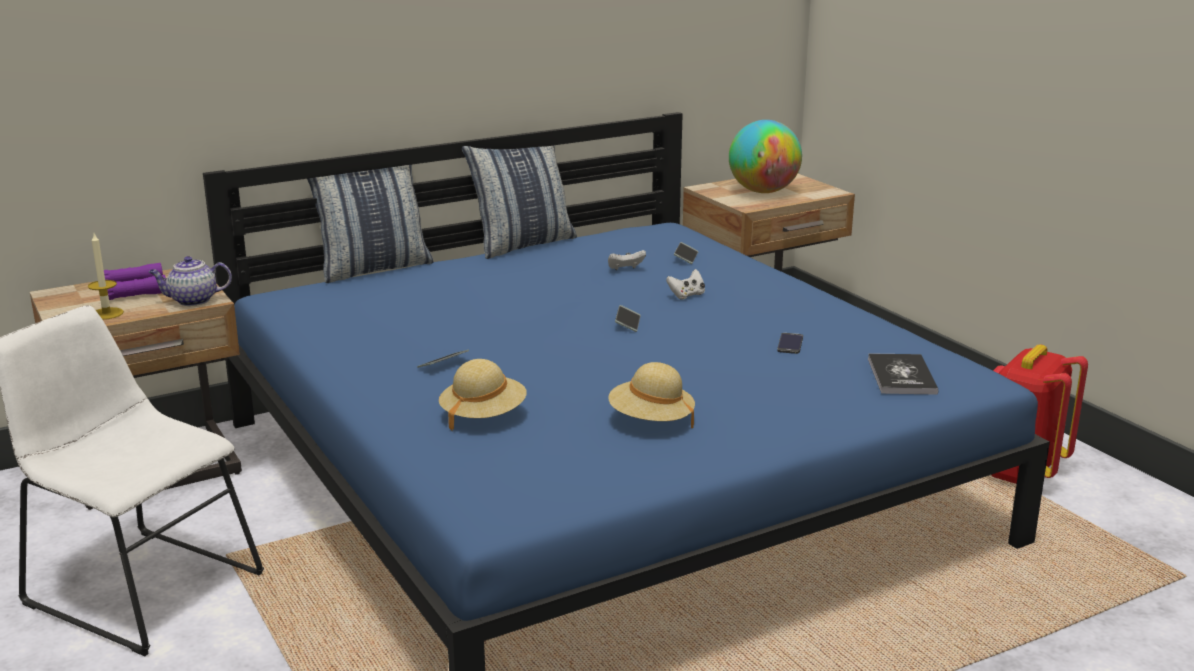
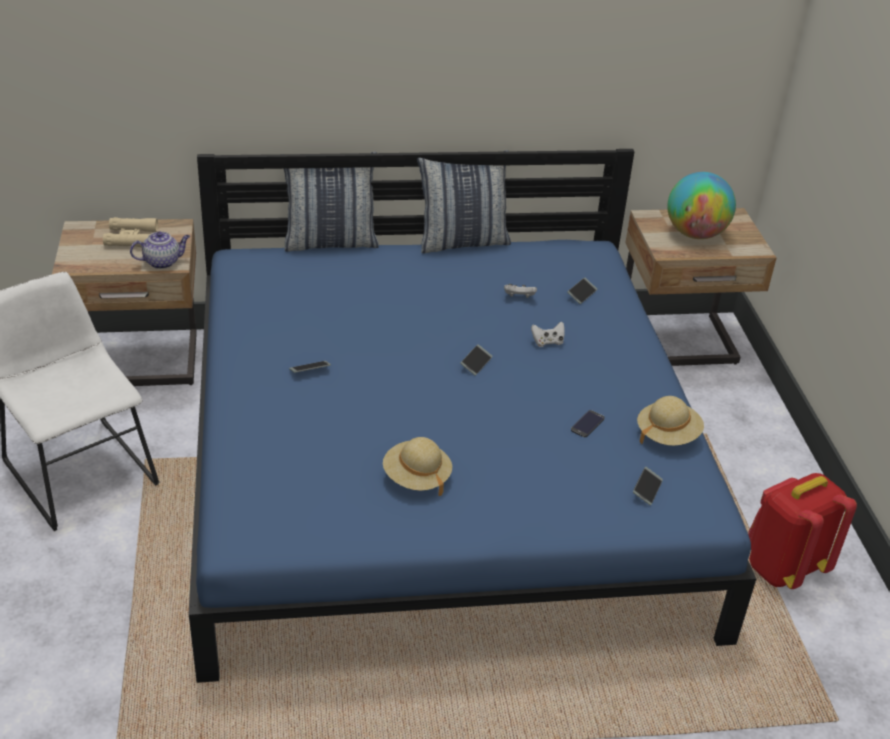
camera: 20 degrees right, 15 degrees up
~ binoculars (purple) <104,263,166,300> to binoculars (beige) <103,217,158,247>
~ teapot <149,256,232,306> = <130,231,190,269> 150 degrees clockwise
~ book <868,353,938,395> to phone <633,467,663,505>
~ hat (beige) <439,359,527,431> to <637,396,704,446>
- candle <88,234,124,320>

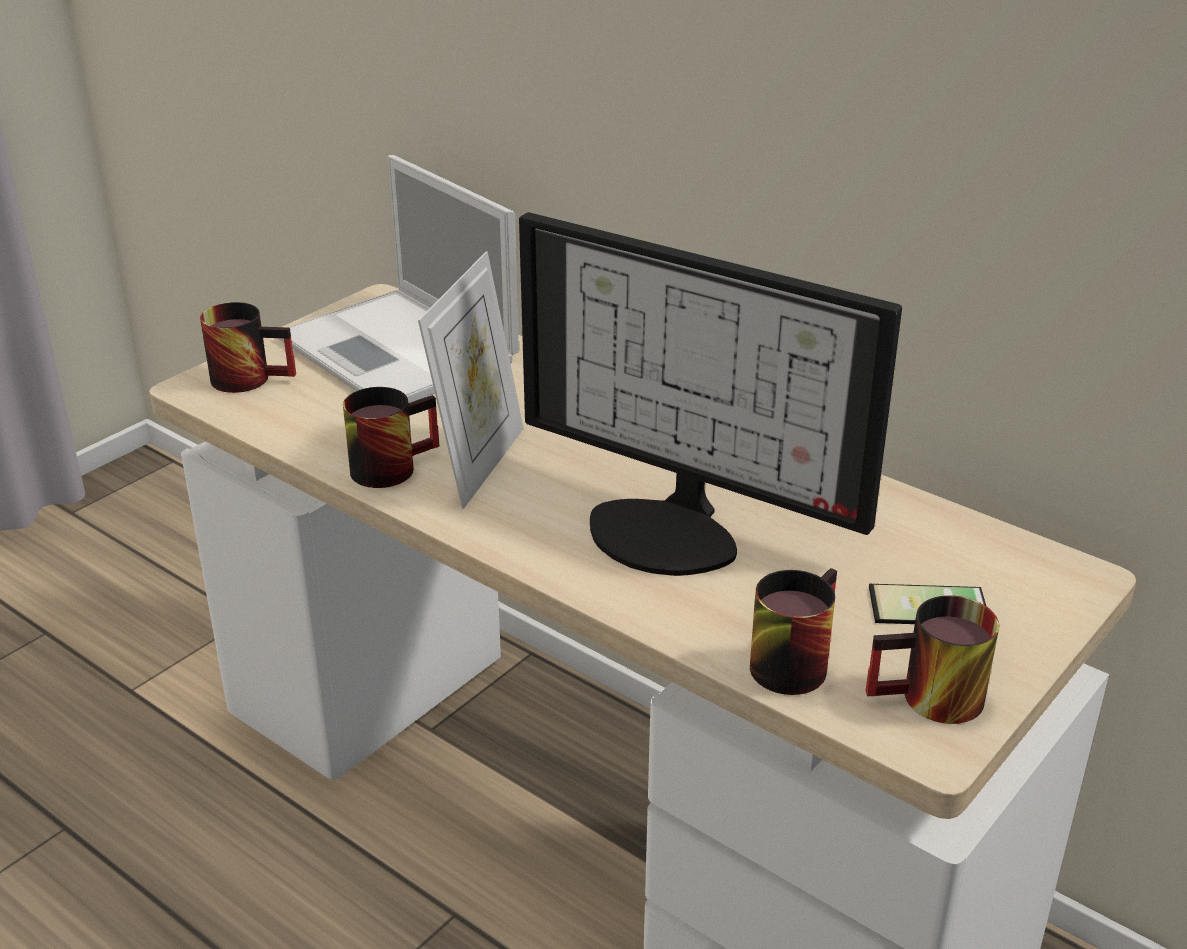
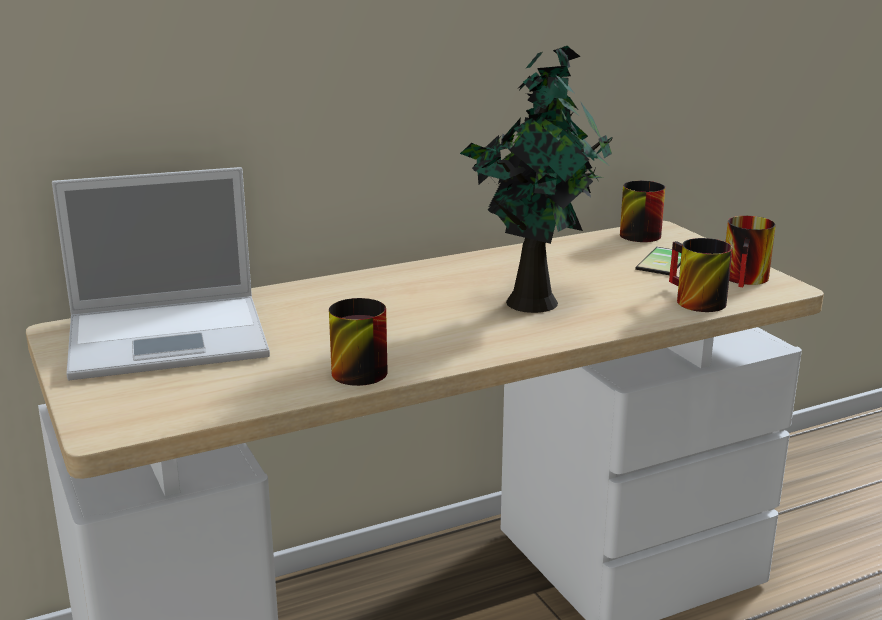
camera: 65 degrees left, 10 degrees down
~ monitor <519,212,902,576> to potted plant <460,46,613,313>
~ mug <200,302,296,393> to <620,181,665,242>
- picture frame <418,252,524,509>

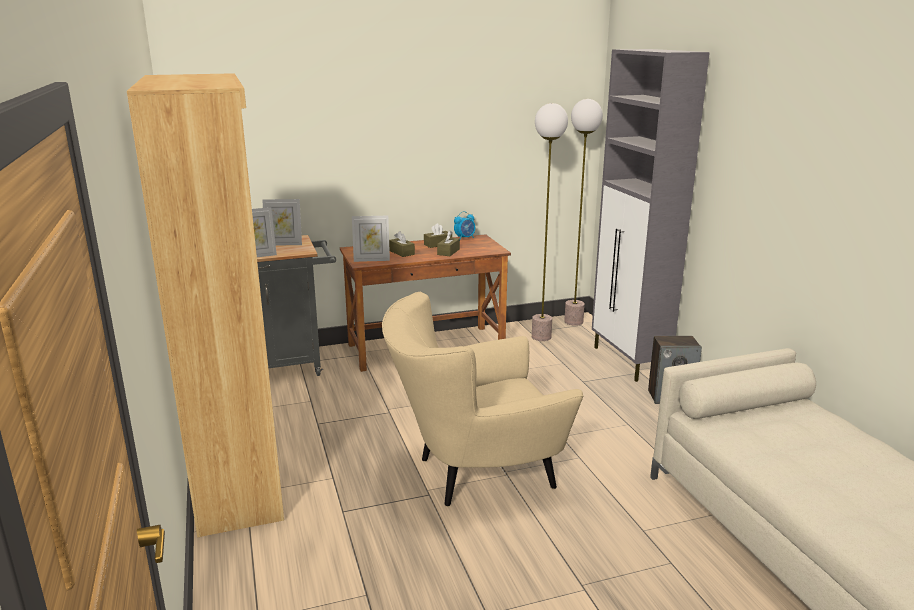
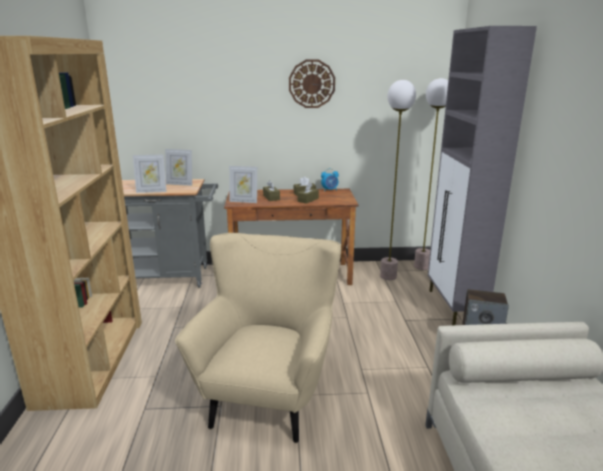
camera: 15 degrees right, 0 degrees up
~ armchair (beige) <382,292,584,507> = <175,233,341,443> 105 degrees clockwise
+ wall clock <289,59,335,108>

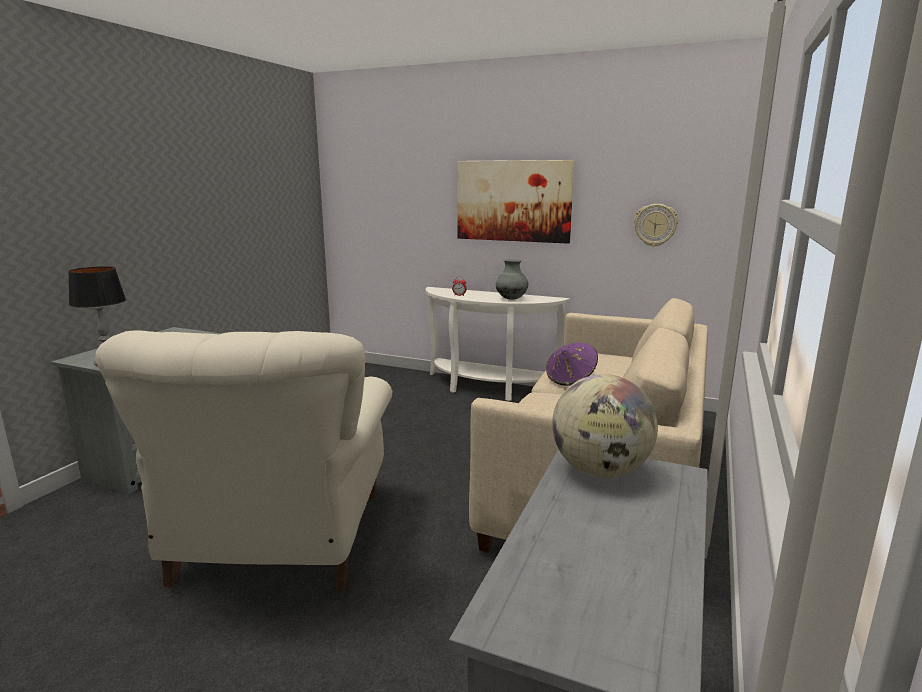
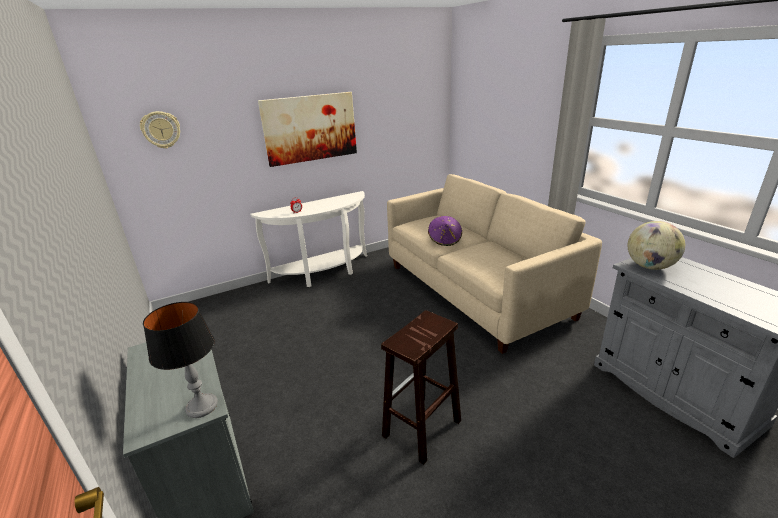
camera: 50 degrees left, 10 degrees up
~ wall clock <634,204,678,247> to <140,111,180,149>
~ armchair (beige) <95,330,392,591> to stool (brown) <381,310,461,465>
- vase (grey) <496,259,528,300>

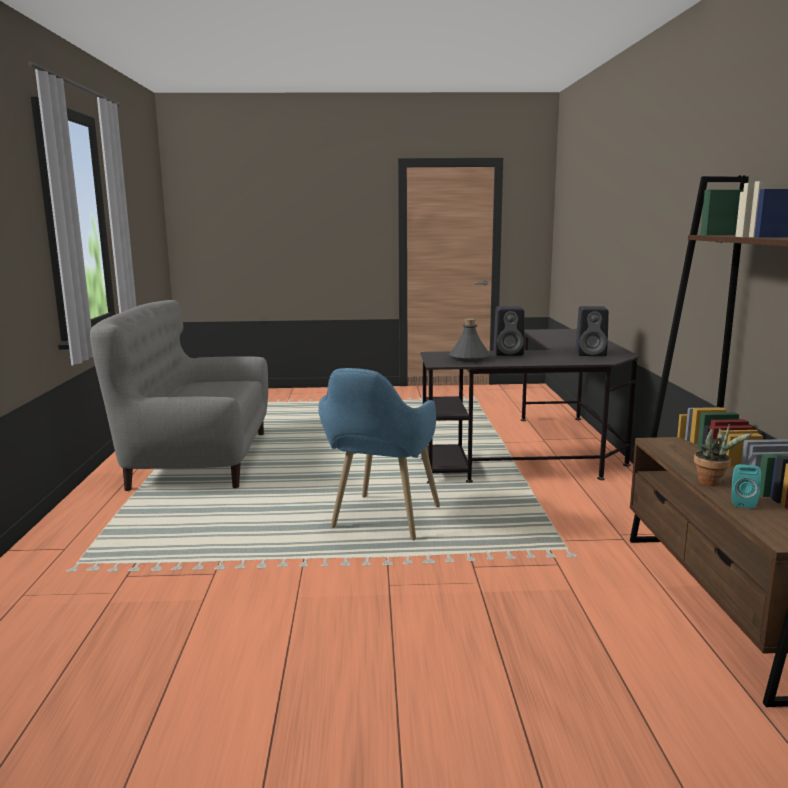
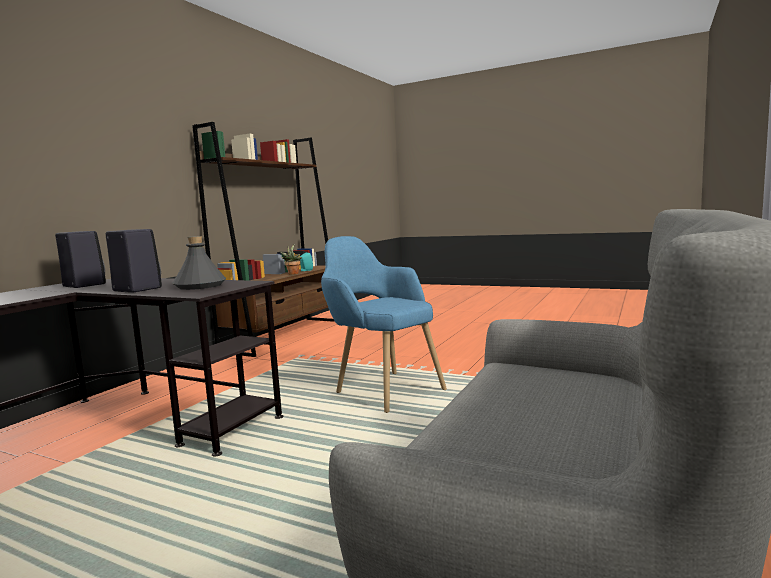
camera: 150 degrees left, 5 degrees down
~ armchair (blue) <318,368,440,540> = <321,236,447,413> 90 degrees counterclockwise

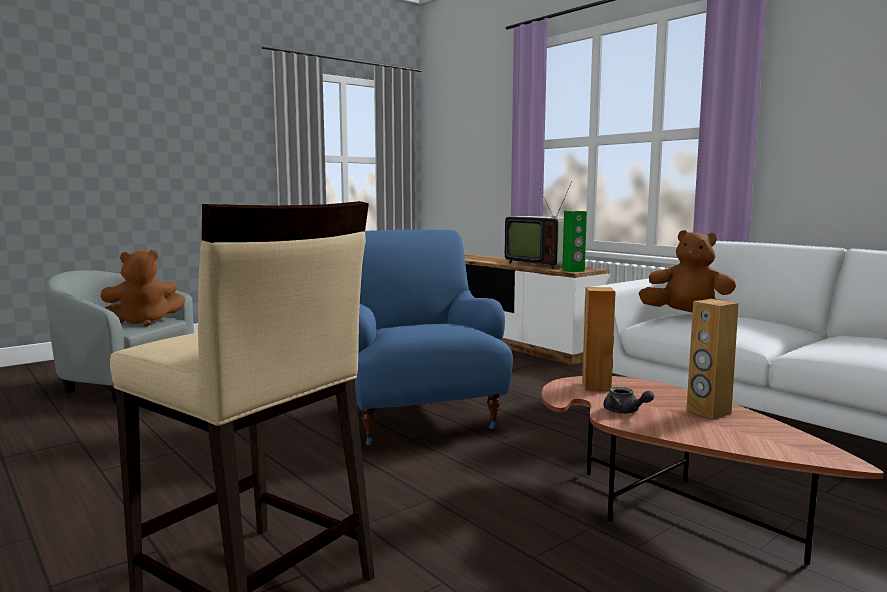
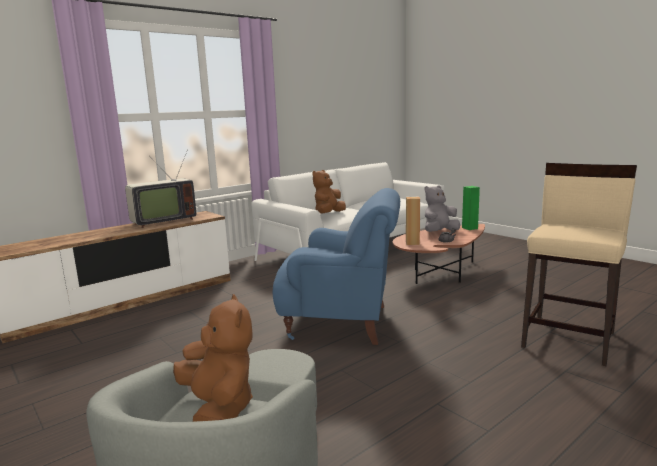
camera: 90 degrees left, 5 degrees up
~ armchair (blue) <355,230,513,445> = <273,188,400,345> 150 degrees counterclockwise
~ speaker (brown) <686,299,739,419> to plush toy (grey) <424,185,460,232>
~ speaker (green) <562,211,587,272> to <462,186,480,230>

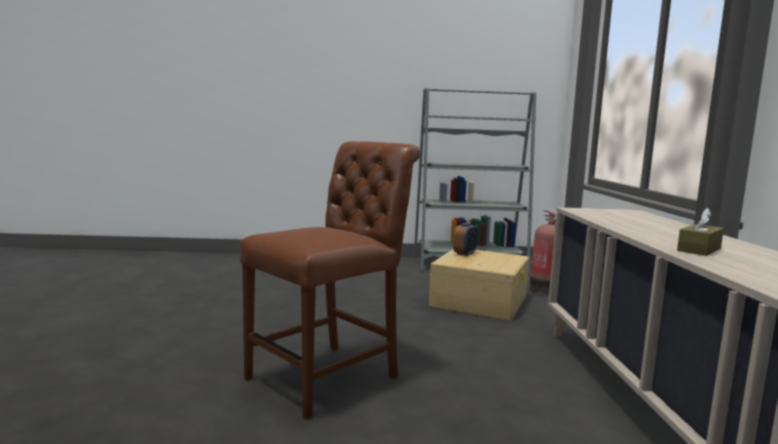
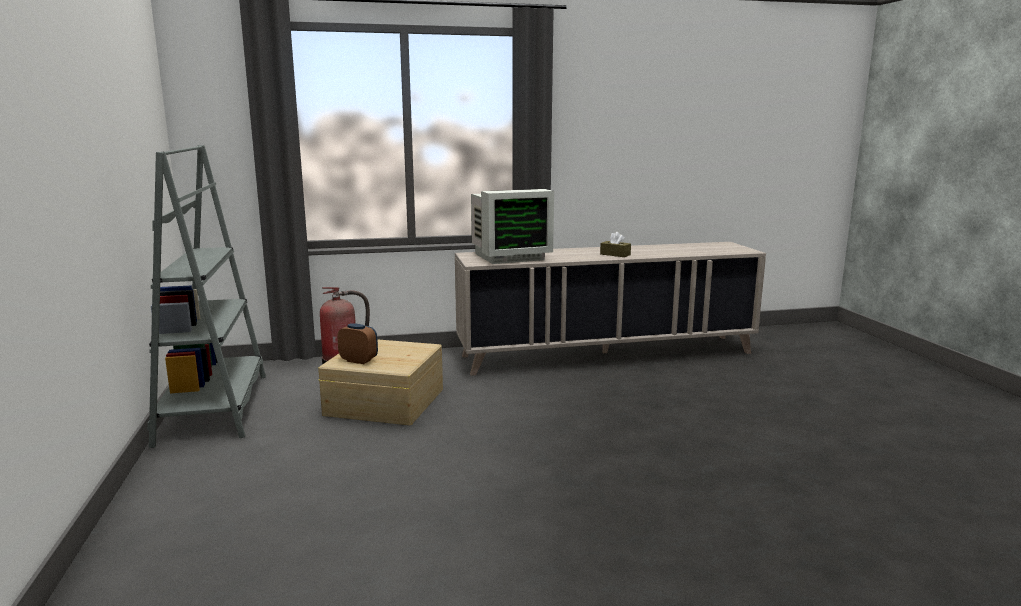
camera: 100 degrees left, 5 degrees up
+ monitor <471,189,554,264>
- chair (brown) <240,141,421,420>

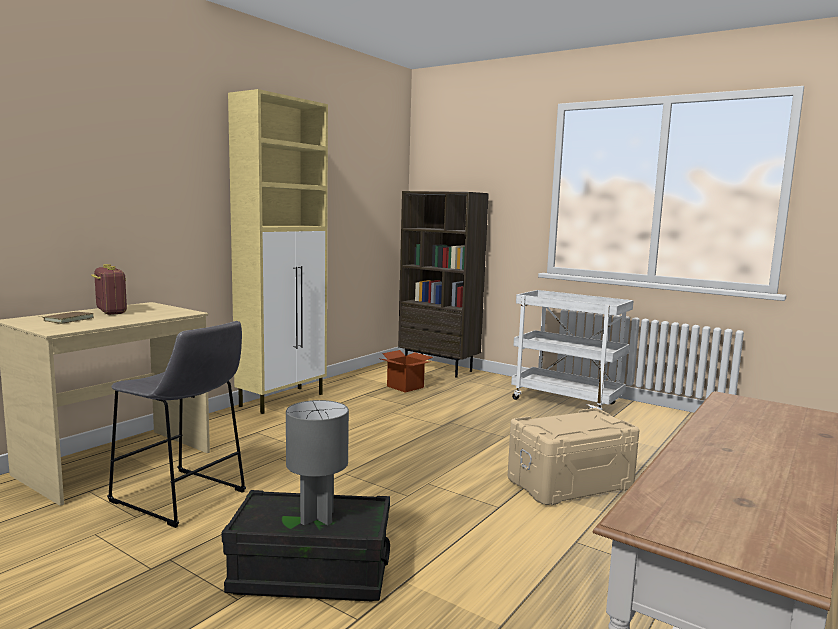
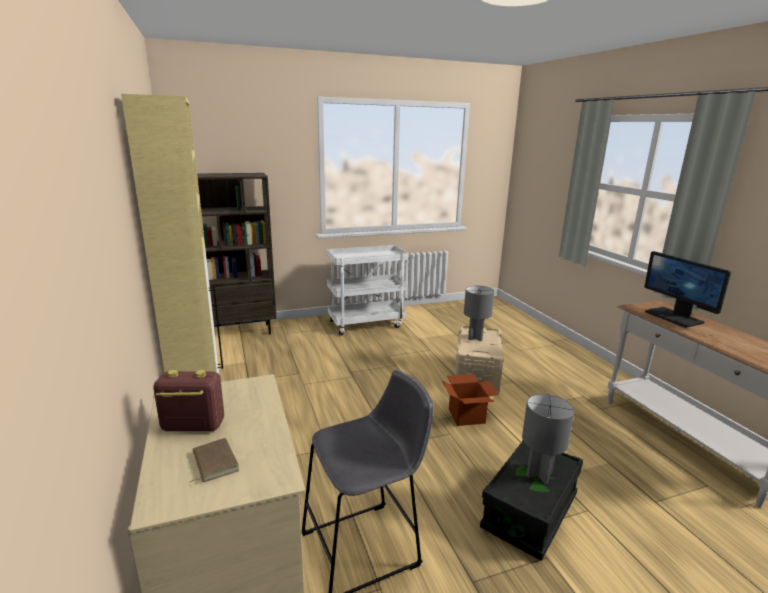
camera: 55 degrees left, 10 degrees up
~ cardboard box <381,350,433,393> to <442,374,499,426>
+ table lamp (grey) <464,286,494,341>
+ monitor <644,251,731,328>

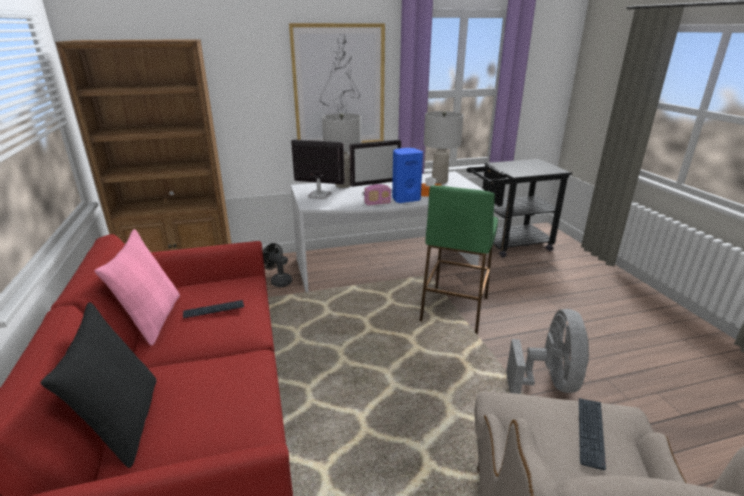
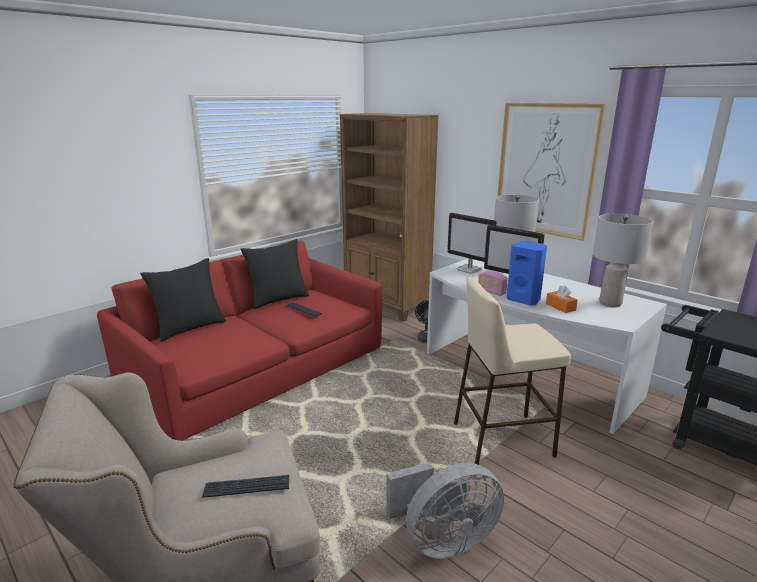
camera: 60 degrees right, 5 degrees down
~ pillow (pink) <94,229,180,346> to pillow (black) <241,239,309,309>
~ monitor <291,139,345,199> = <447,213,497,274> 150 degrees clockwise
~ stool (green) <420,185,498,334> to stool (beige) <454,277,571,465>

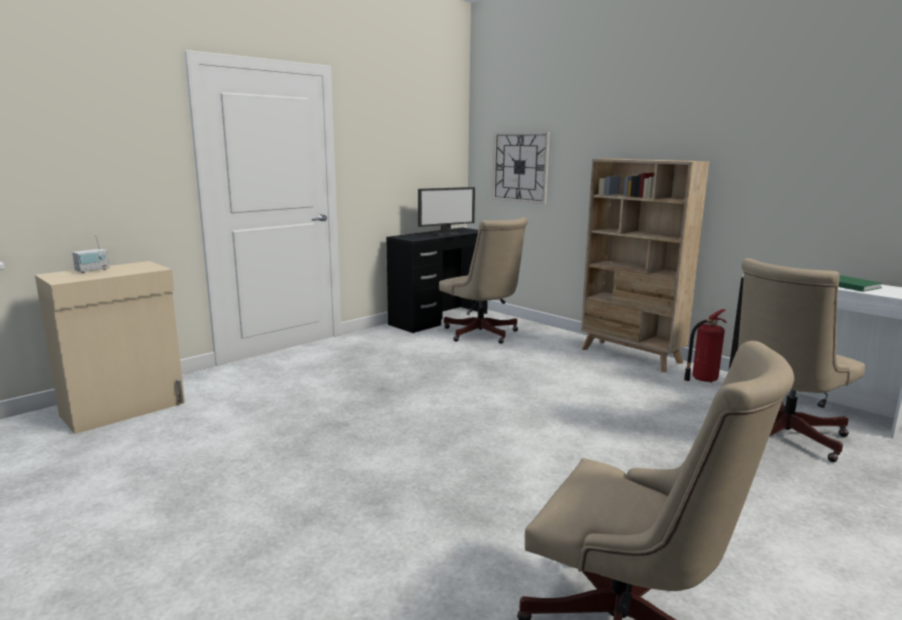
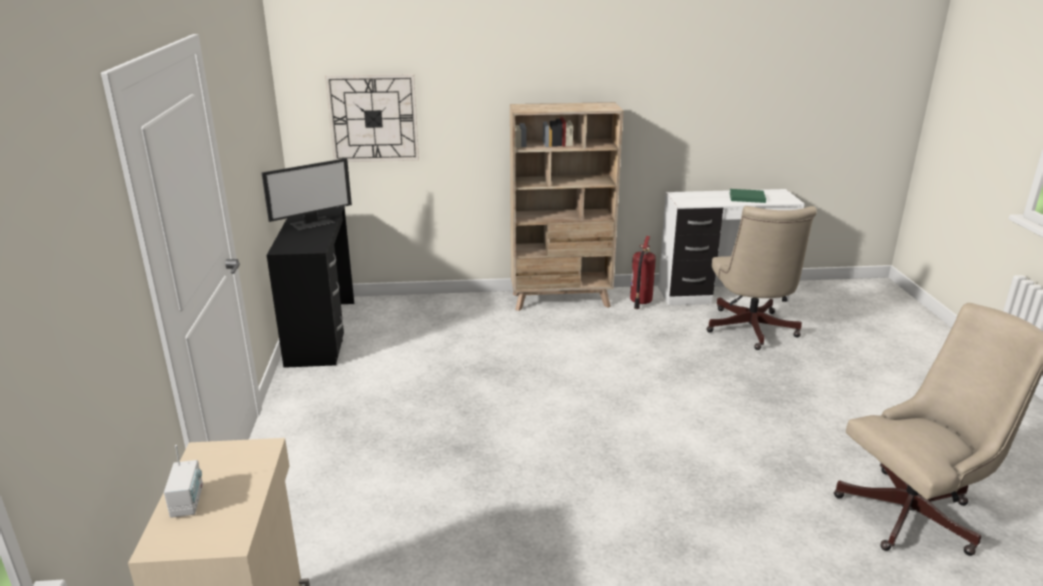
camera: 50 degrees left, 10 degrees up
~ monitor <418,187,475,235> = <262,158,352,231> 45 degrees clockwise
- office chair (beige) <439,217,528,344>

